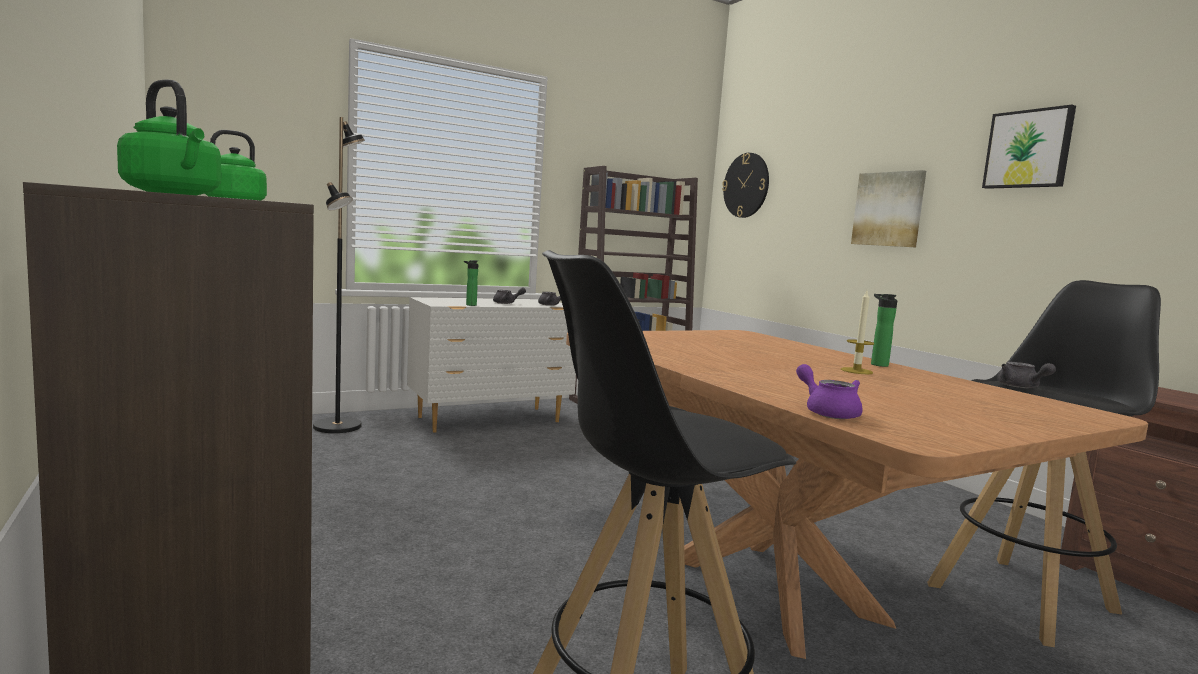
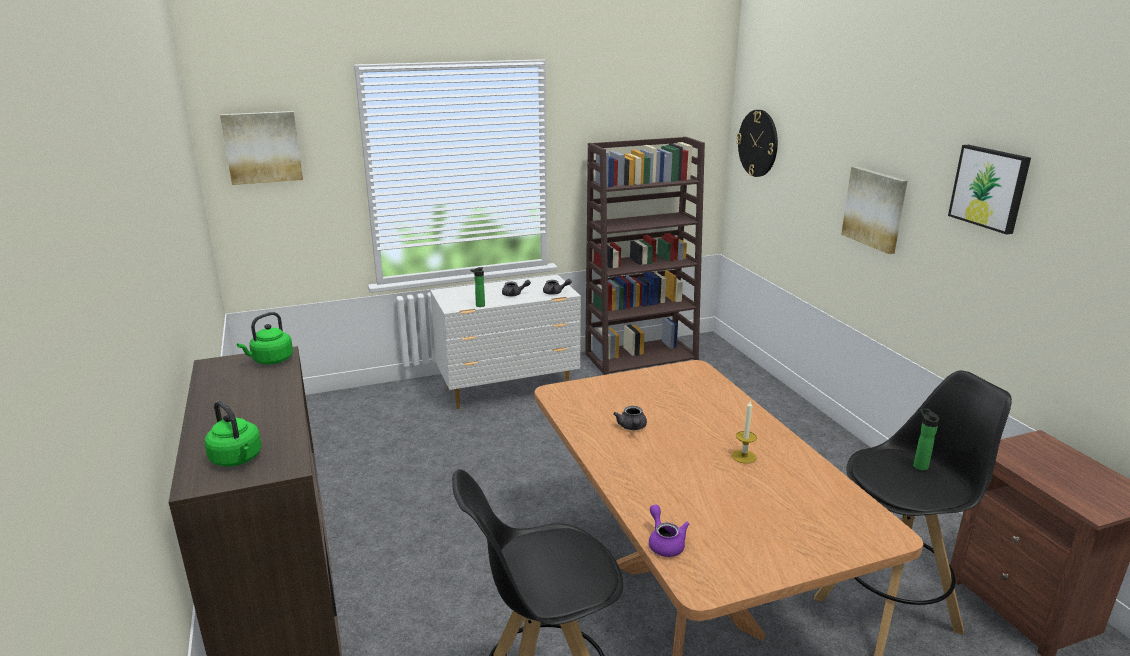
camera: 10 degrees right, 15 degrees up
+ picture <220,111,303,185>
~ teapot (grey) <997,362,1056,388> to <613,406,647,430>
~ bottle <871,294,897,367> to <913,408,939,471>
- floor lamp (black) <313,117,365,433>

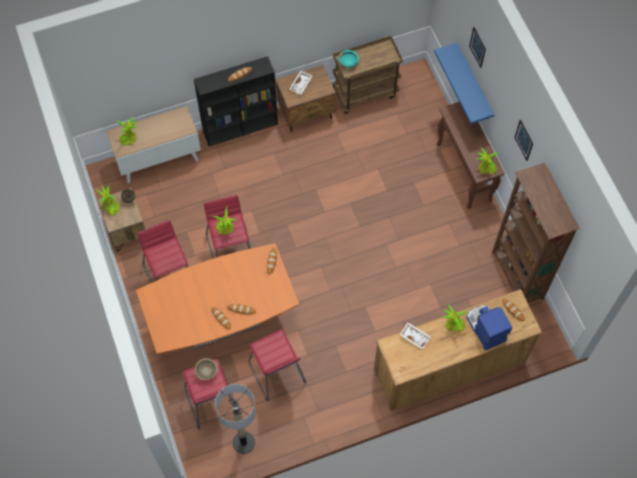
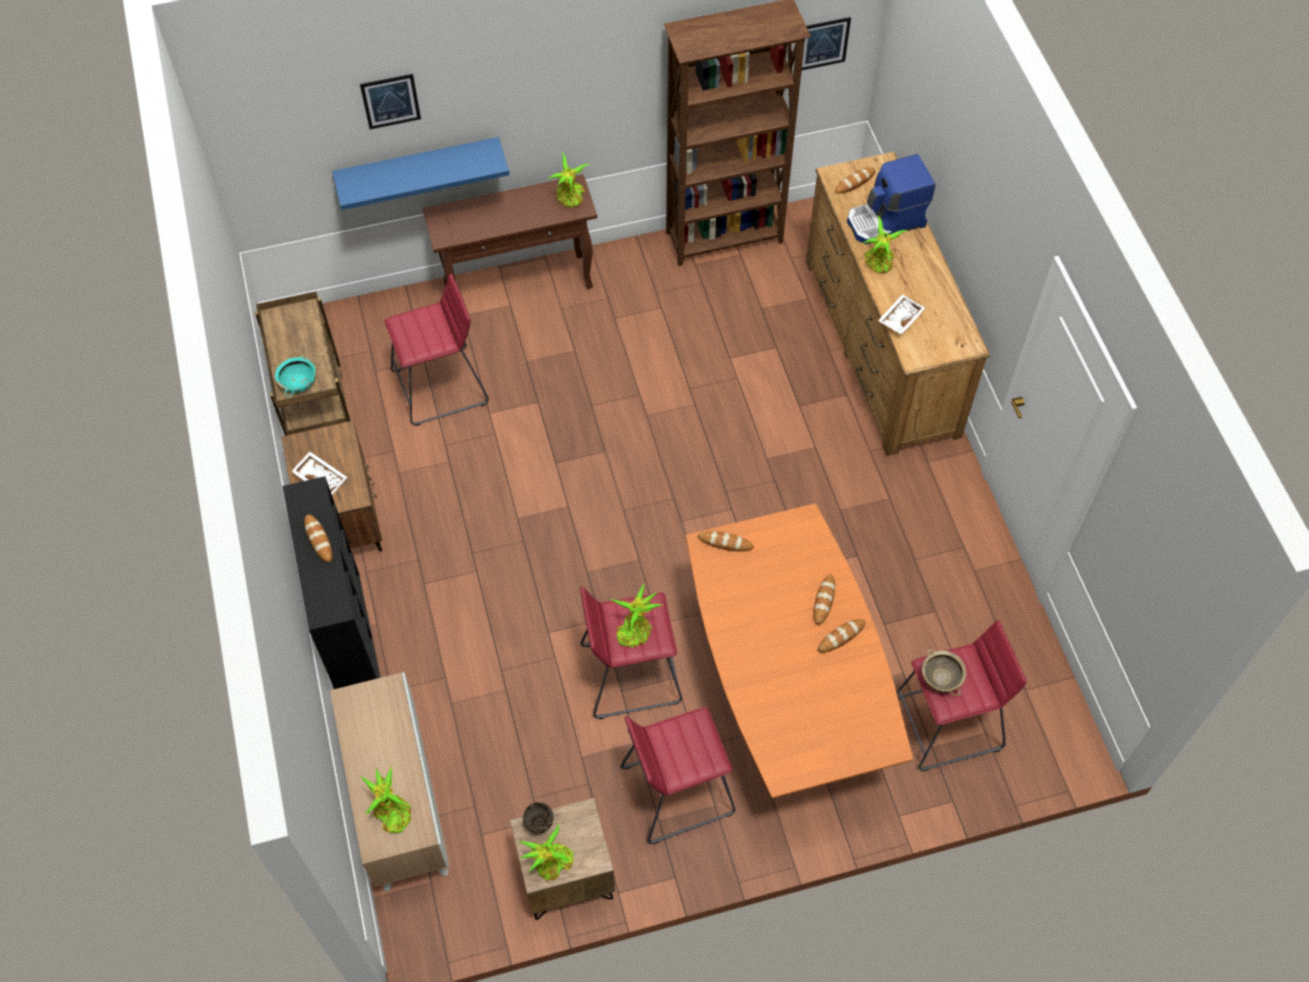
camera: 85 degrees left, 5 degrees down
~ stool (red) <249,329,306,402> to <384,273,489,426>
~ picture <514,120,533,161> to <802,17,851,70>
- floor lamp <215,384,256,454>

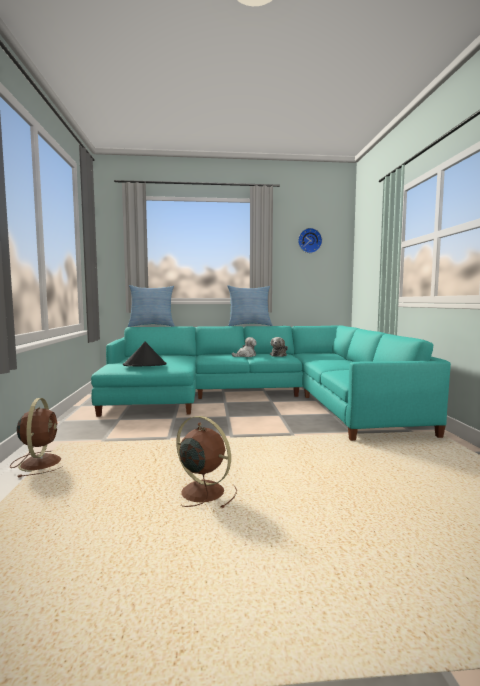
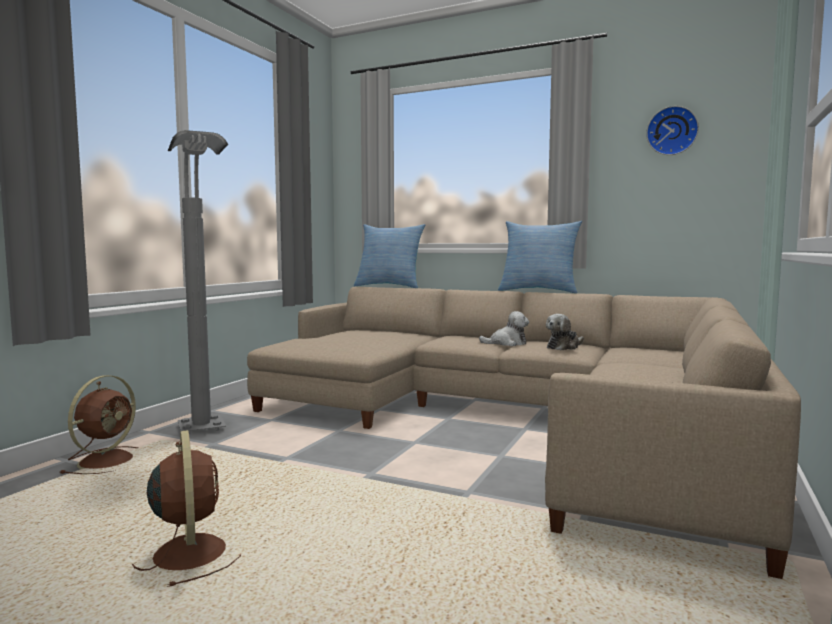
camera: 30 degrees right, 0 degrees up
+ floor lamp (grey) <168,130,228,432>
~ sofa (turquoise) <91,325,451,441> to sofa (beige) <247,287,801,579>
- hat (black) <123,342,167,366>

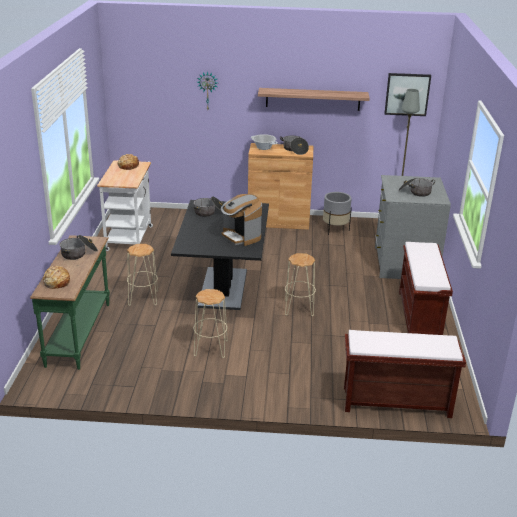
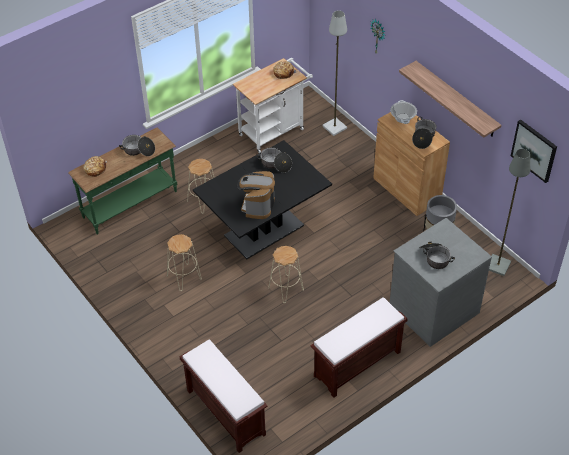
camera: 50 degrees right, 20 degrees up
+ floor lamp (grey) <322,10,347,136>

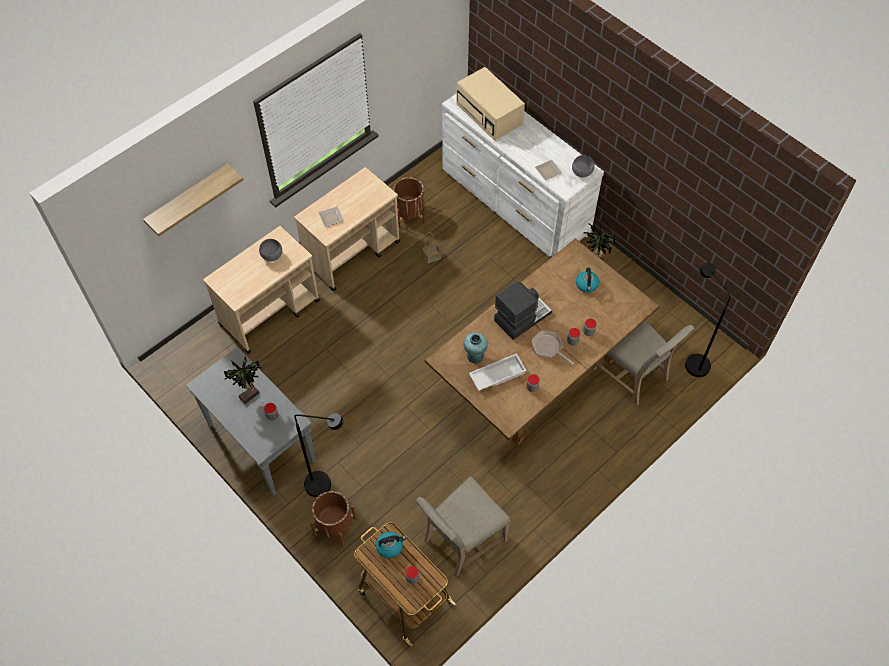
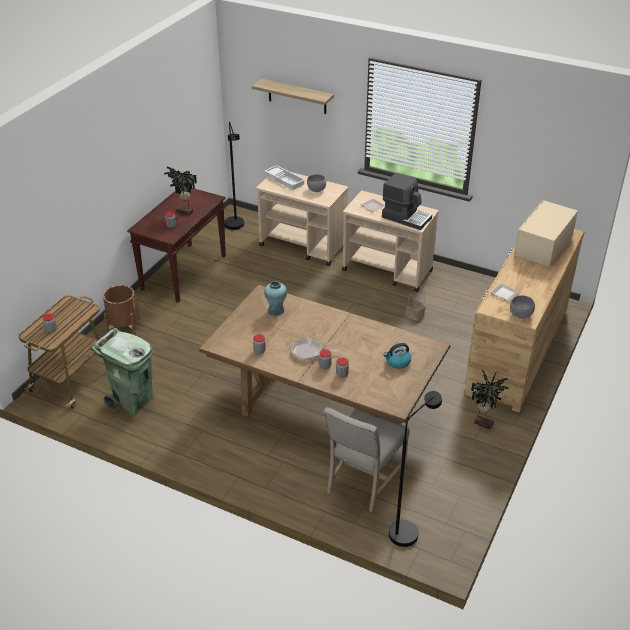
camera: 70 degrees right, 20 degrees down
~ chair (beige) <416,476,511,577> to trash can (green) <91,328,154,415>
~ console table (grey) <186,347,316,496> to console table (brown) <127,188,226,302>
~ floor lamp (black) <294,413,343,497> to <224,122,244,230>
~ tray (white) <469,353,527,391> to <265,165,305,190>
~ frying pan <531,330,573,364> = <291,338,341,361> 105 degrees counterclockwise
~ coffee machine <494,281,552,340> to <382,173,432,230>
~ dresser (white) <442,93,604,257> to dresser (brown) <465,229,584,412>
- kettle <376,532,406,558>
- planter (brown) <393,177,425,228>

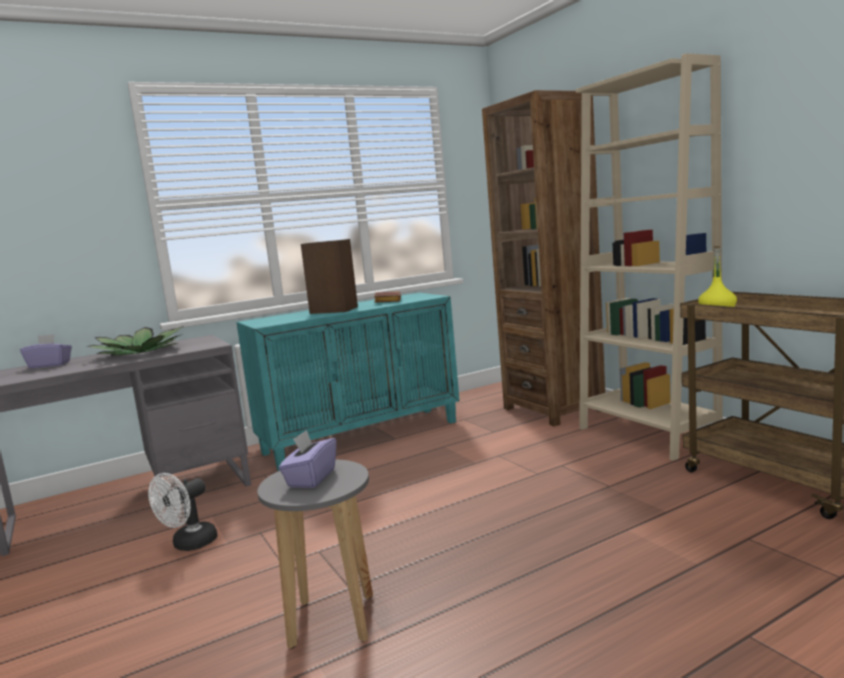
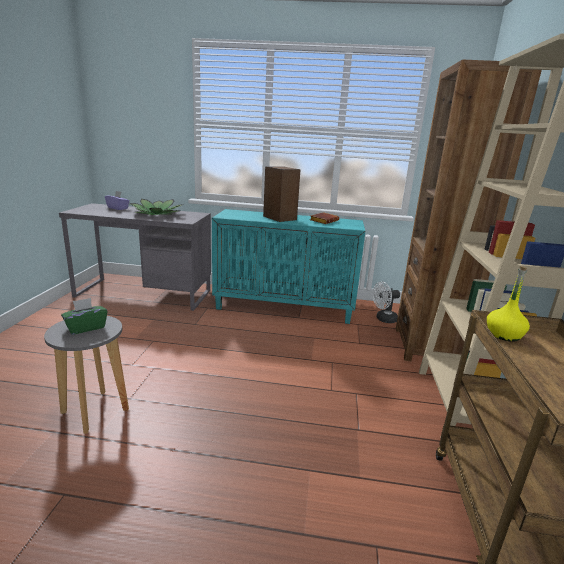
camera: 35 degrees right, 10 degrees up
~ tissue box (purple) <279,430,336,488> to tissue box (green) <61,298,107,335>
~ fan (white) <148,473,217,551> to <373,281,400,323>

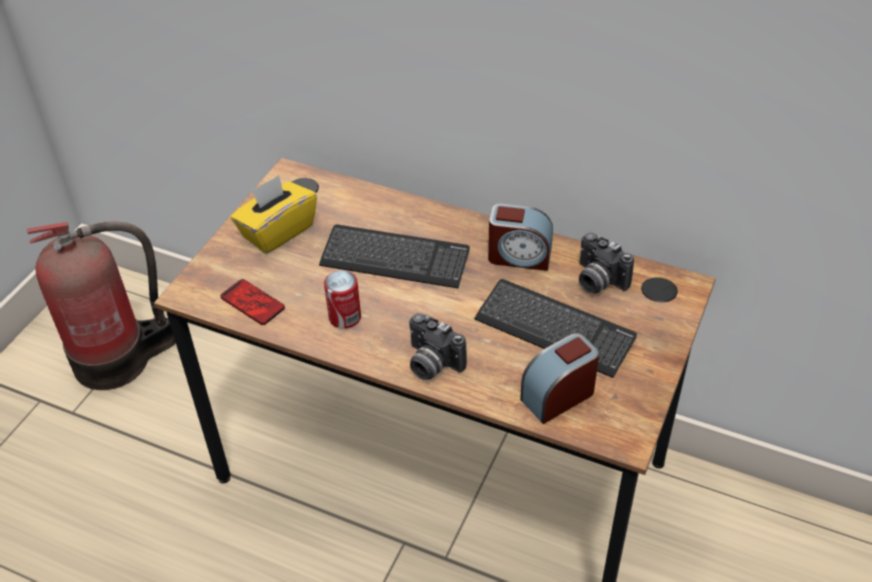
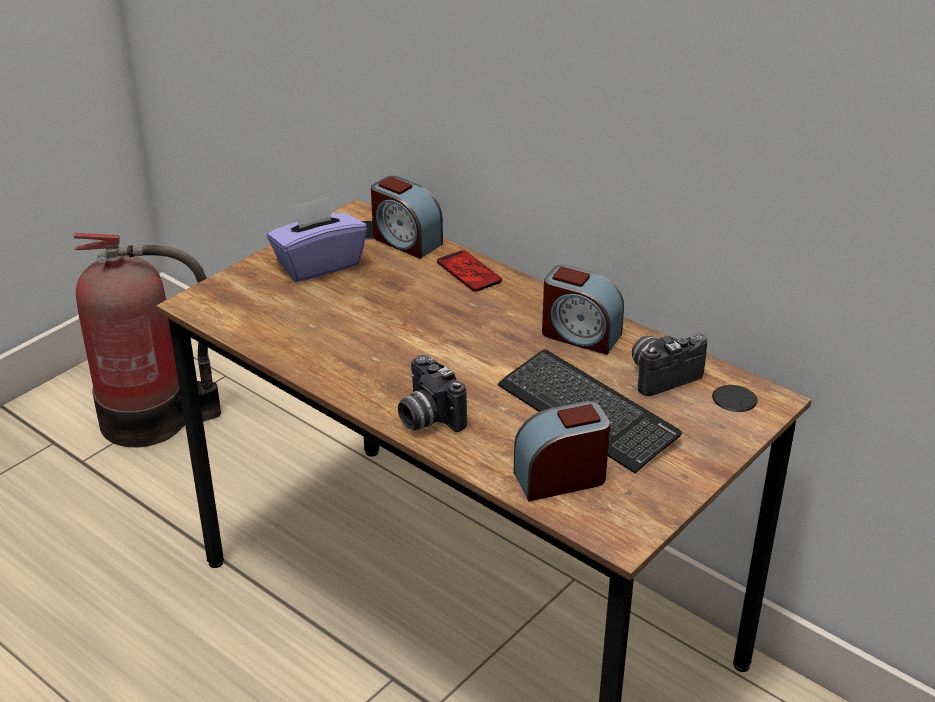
camera: 15 degrees right, 10 degrees down
~ tissue box (yellow) <231,175,317,254> to tissue box (purple) <267,197,367,282>
+ alarm clock <371,176,443,259>
~ phone <220,279,285,325> to <437,250,502,292>
~ photo camera <579,232,634,294> = <632,333,707,396> 90 degrees clockwise
- keyboard <319,225,470,288>
- can <324,271,361,329>

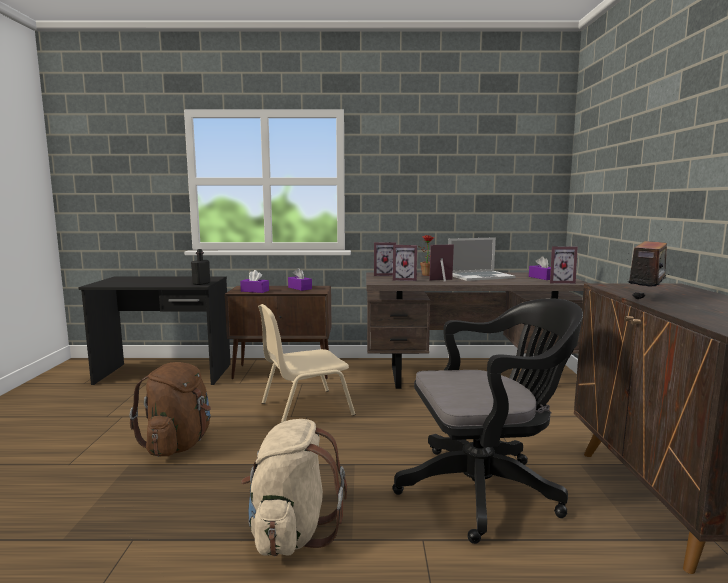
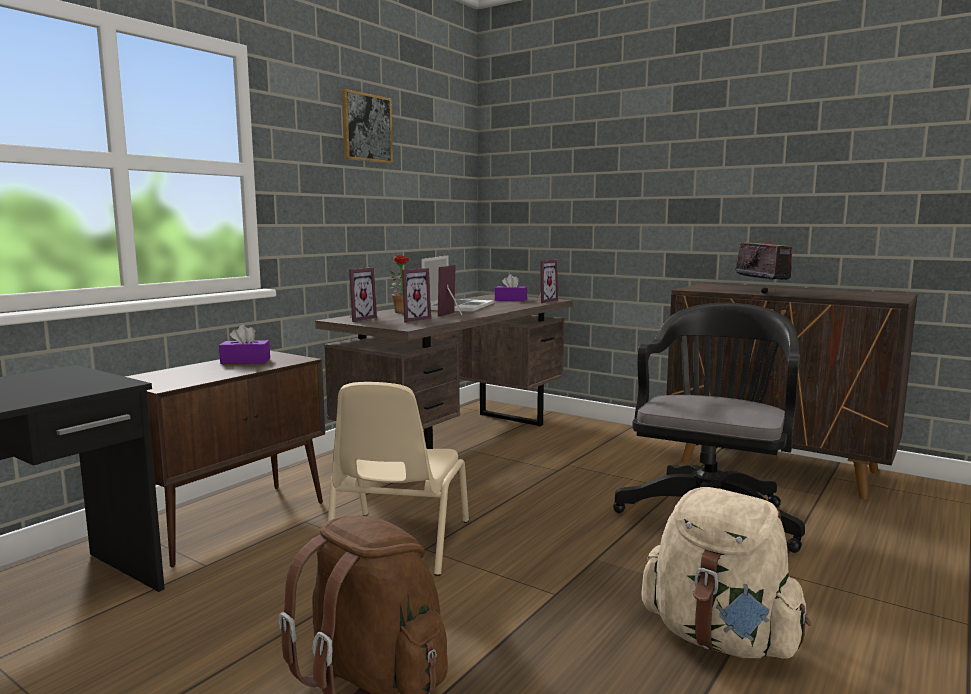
camera: 55 degrees left, 0 degrees up
+ picture <342,89,393,163>
- bottle (black) <191,249,210,285>
- tissue box (purple) <240,270,269,293>

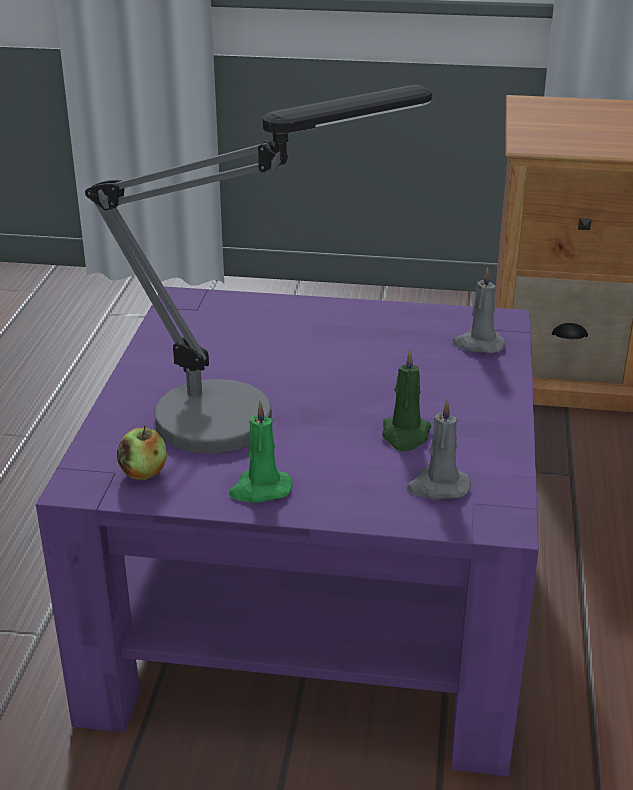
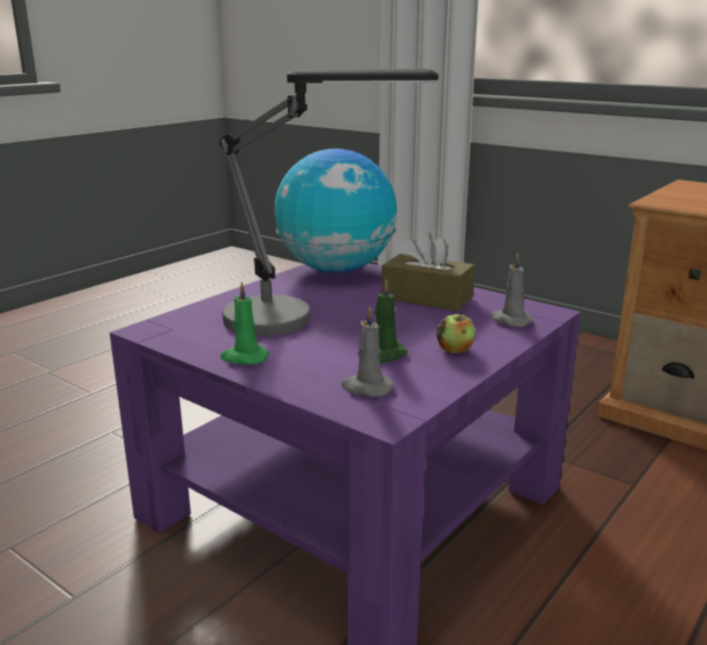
camera: 30 degrees right, 10 degrees down
+ globe <275,149,397,273>
+ tissue box (brown) <382,231,475,311>
~ apple <117,426,167,480> to <436,311,476,354>

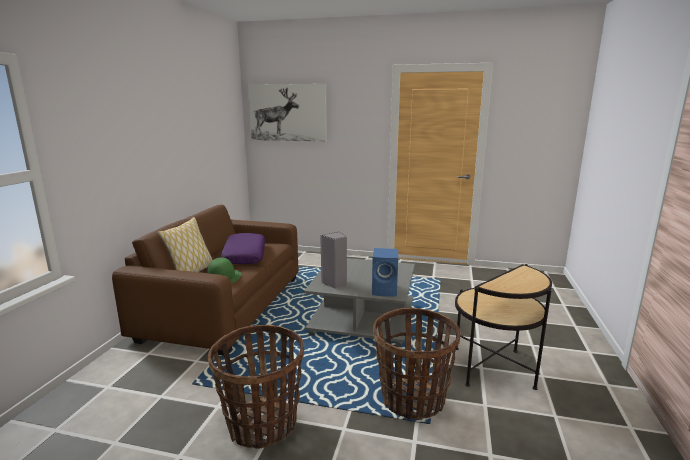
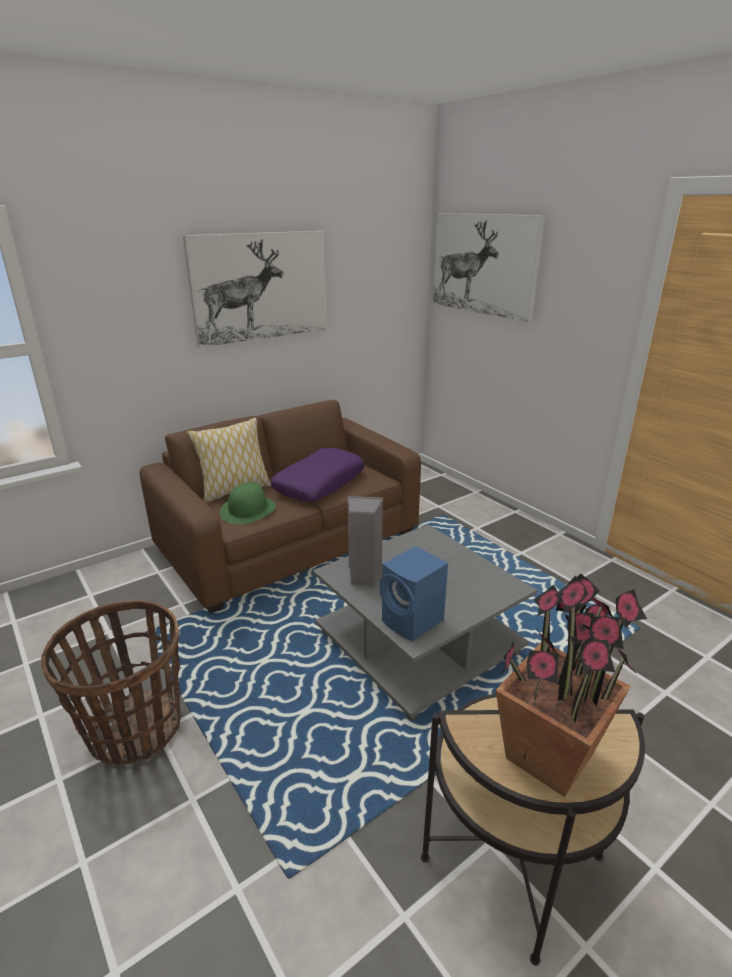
camera: 40 degrees right, 10 degrees up
+ picture <183,231,327,348>
+ potted plant <496,574,647,797>
- basket <373,308,461,420>

